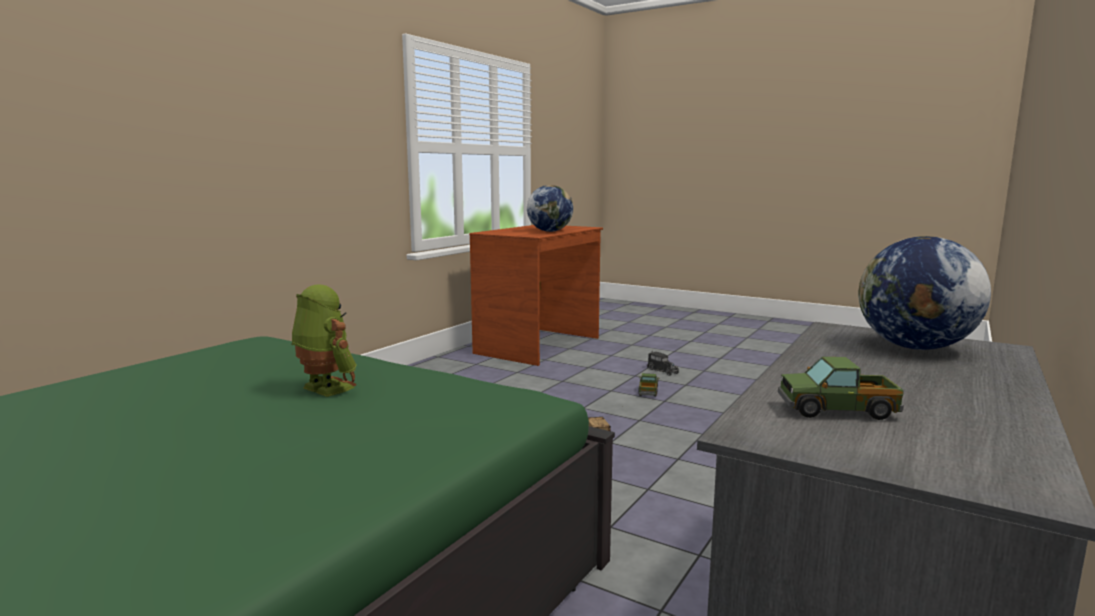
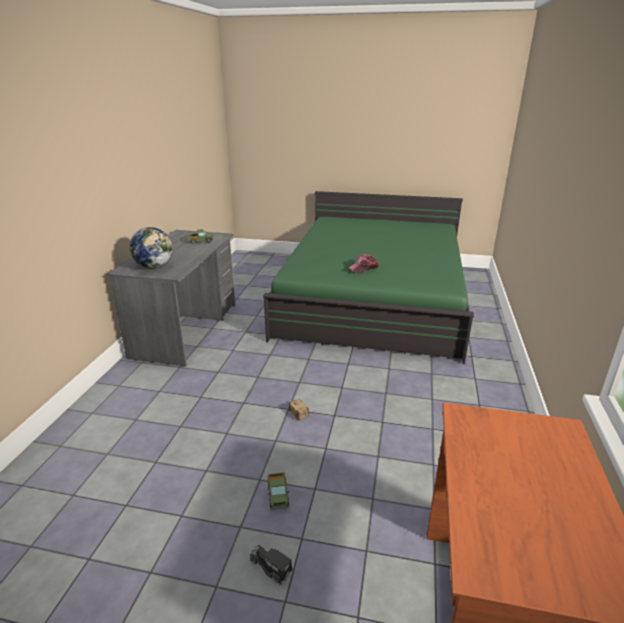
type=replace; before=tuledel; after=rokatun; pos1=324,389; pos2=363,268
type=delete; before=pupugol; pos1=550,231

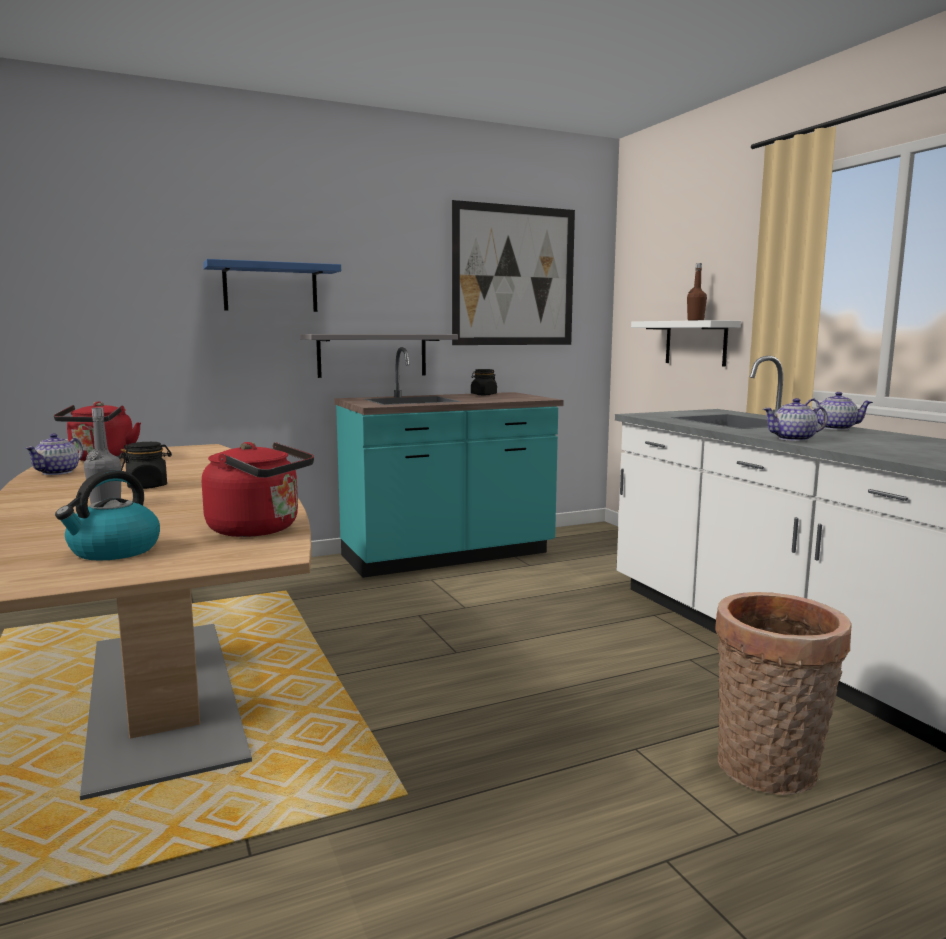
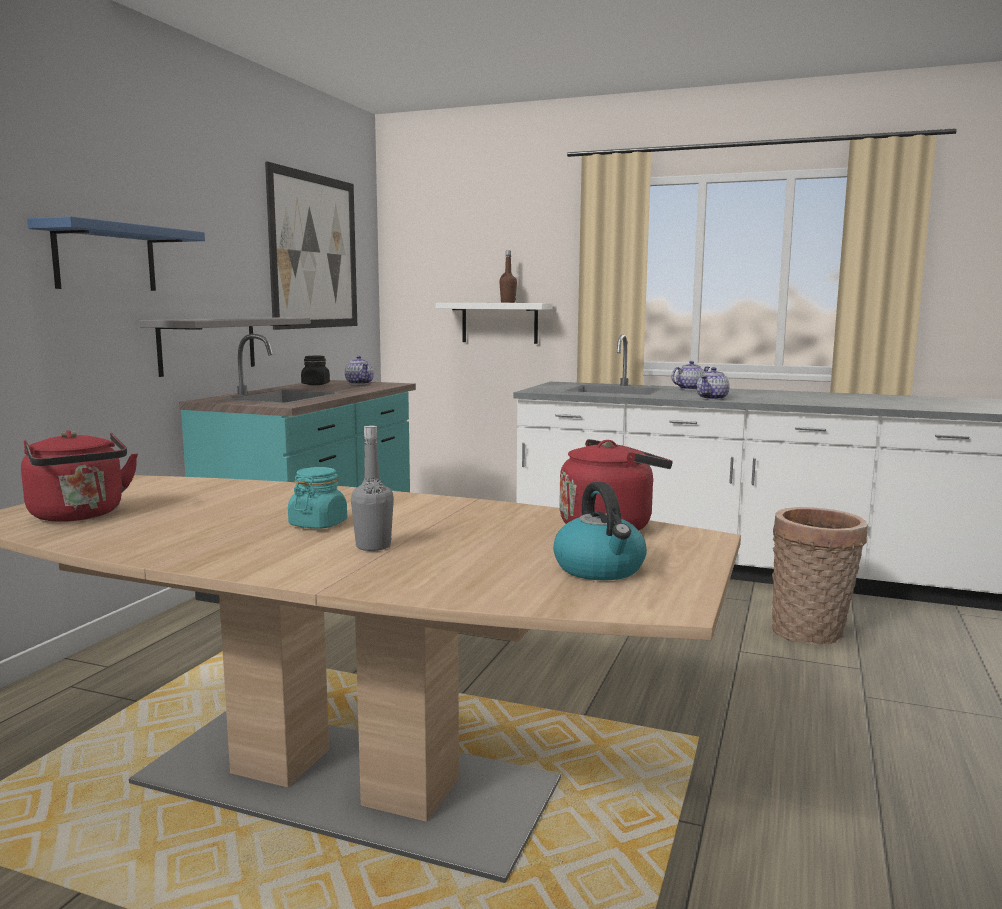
type=recolor; before=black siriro; after=turquoise siriro; pos1=148,486; pos2=318,524
type=move; before=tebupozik; pos1=58,472; pos2=359,383

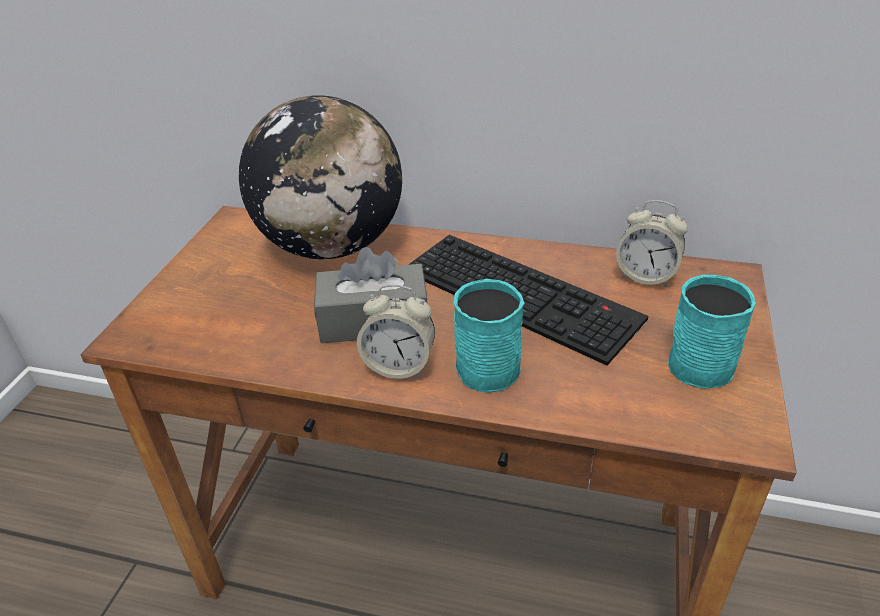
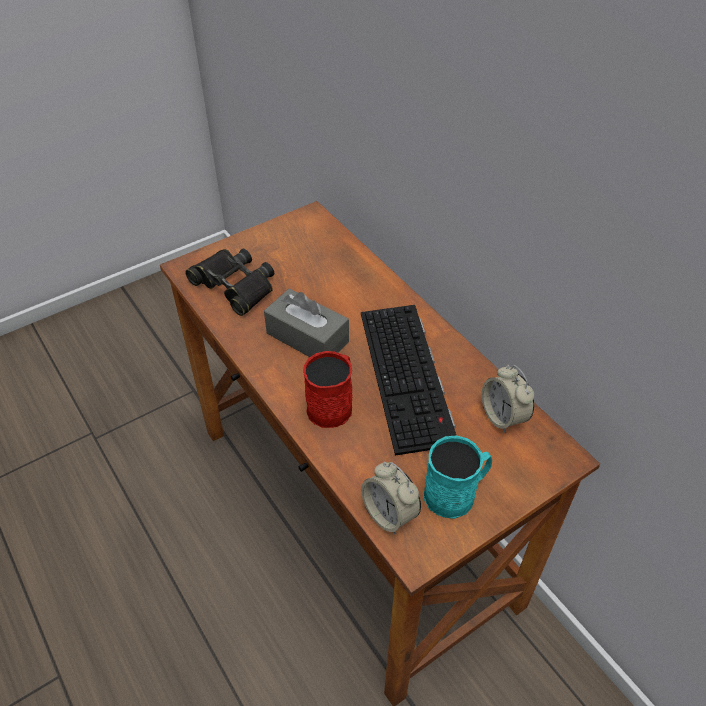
type=insert; after=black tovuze; pos2=234,286
type=recolor; before=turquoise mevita; after=red mevita; pos1=484,362; pos2=333,404
type=move; before=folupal; pos1=399,366; pos2=389,514
type=delete; before=pupugol; pos1=331,246

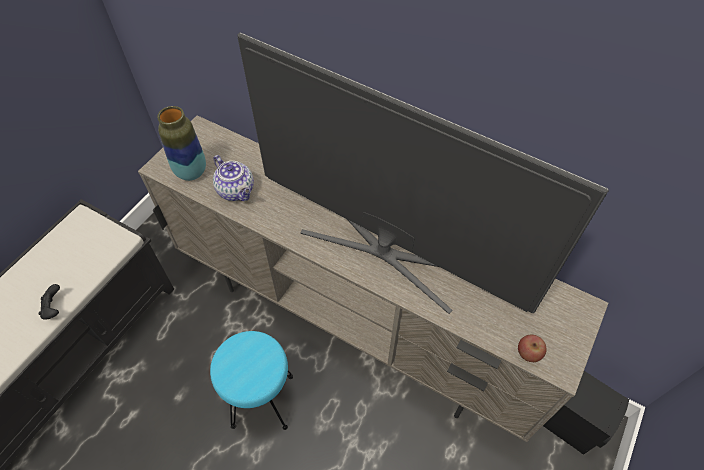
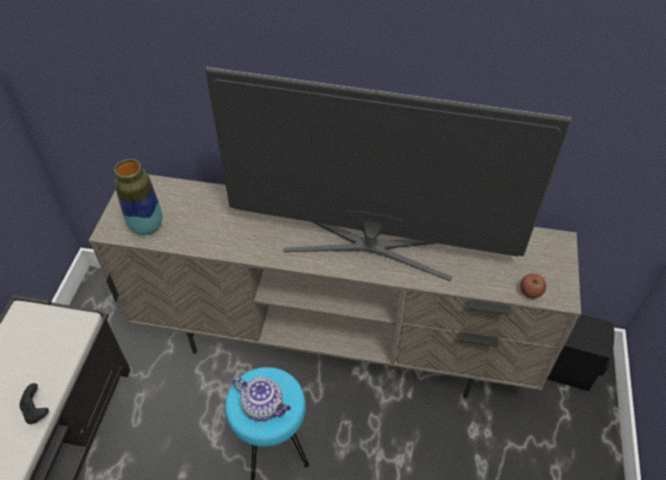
type=move; before=tebupozik; pos1=237,191; pos2=264,406

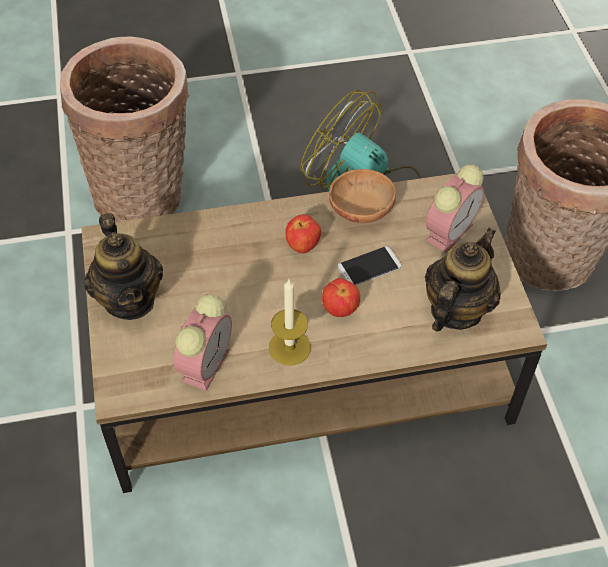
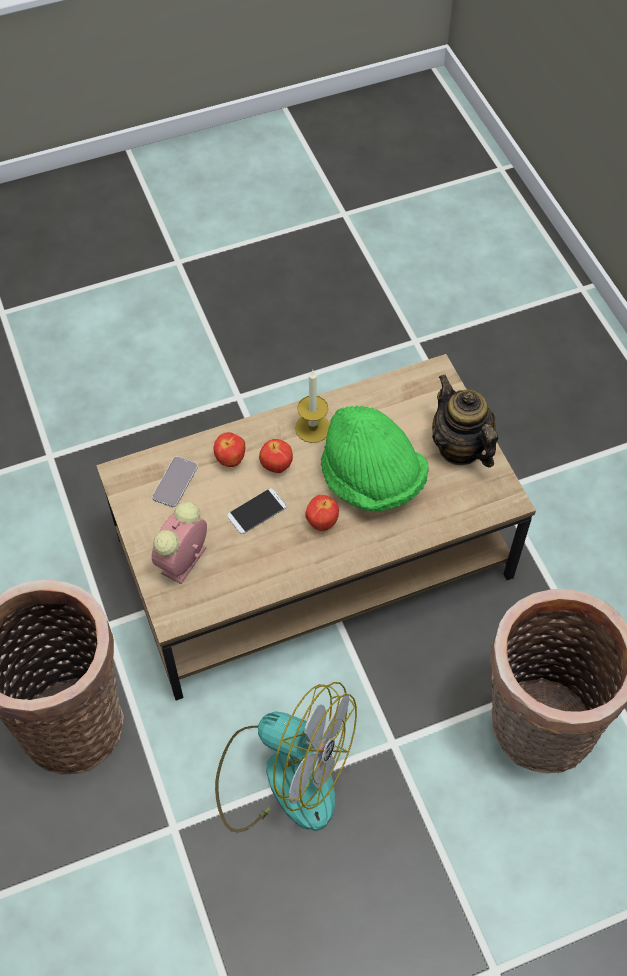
type=replace; before=tebupozik; after=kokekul; pos1=455,310; pos2=175,482
type=insert; after=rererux; pos2=231,460
type=insert; after=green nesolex; pos2=371,479
type=delete; before=folupal; pos1=206,363
type=delete; before=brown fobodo; pos1=360,210

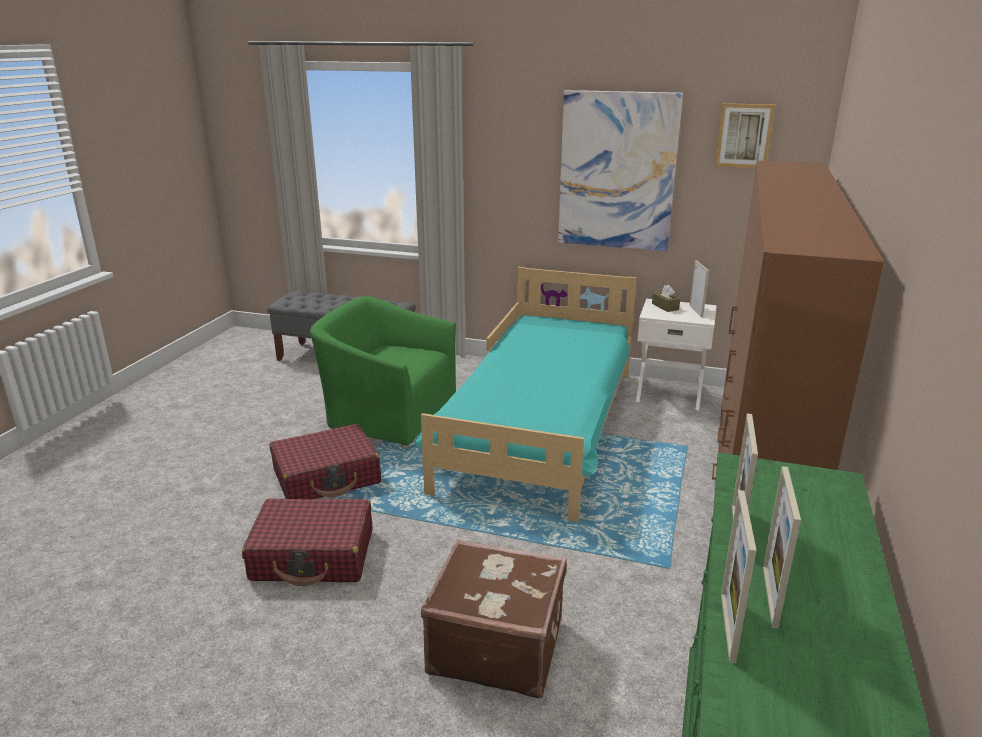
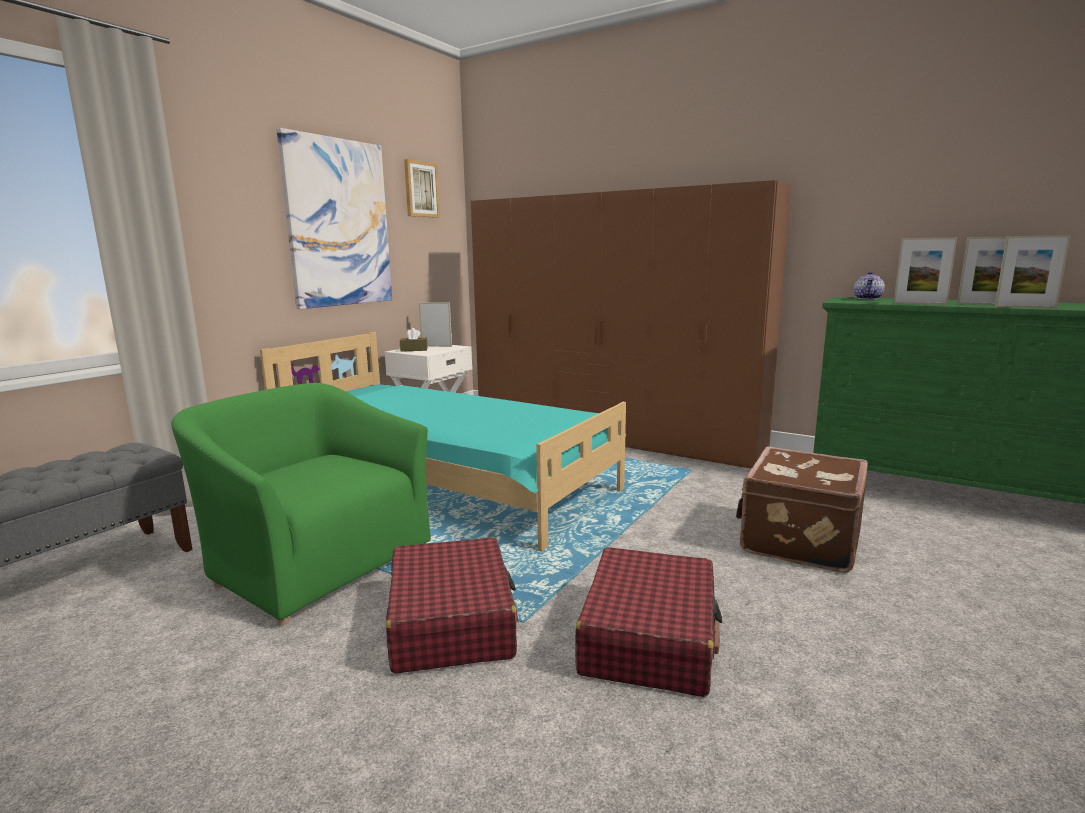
type=rotate; before=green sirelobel; pos1=389,416; pos2=315,563; turn=90
type=insert; after=tebupozik; pos2=868,299

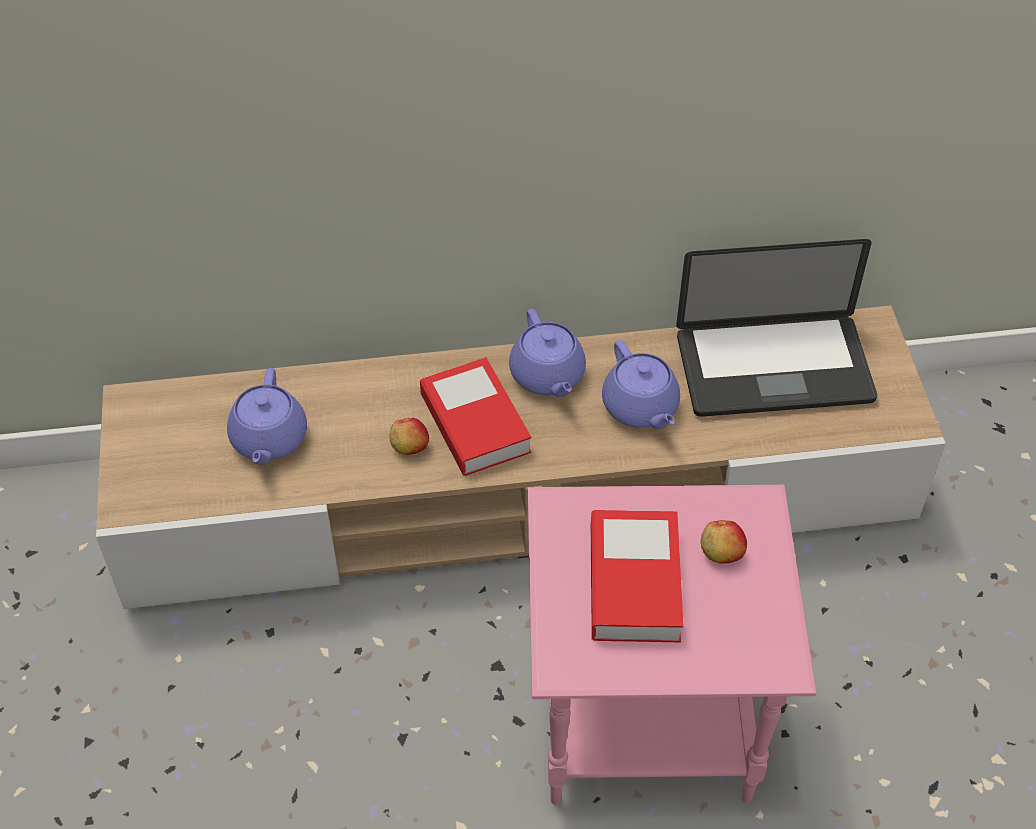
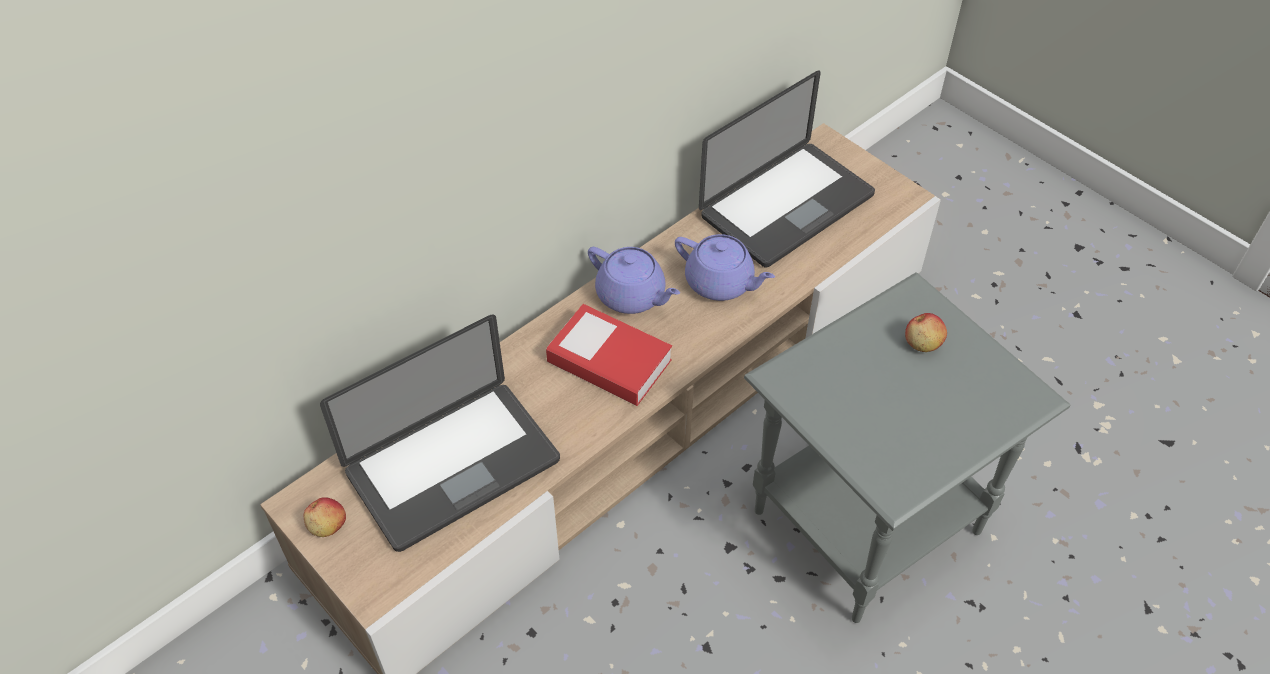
type=move; before=rererux; pos1=409,446; pos2=327,525
type=replace; before=purple tebupozik; after=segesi; pos1=269,439; pos2=453,466
type=recolor; before=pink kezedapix; after=grey kezedapix; pos1=648,722; pos2=869,520
type=delete; before=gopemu; pos1=634,583

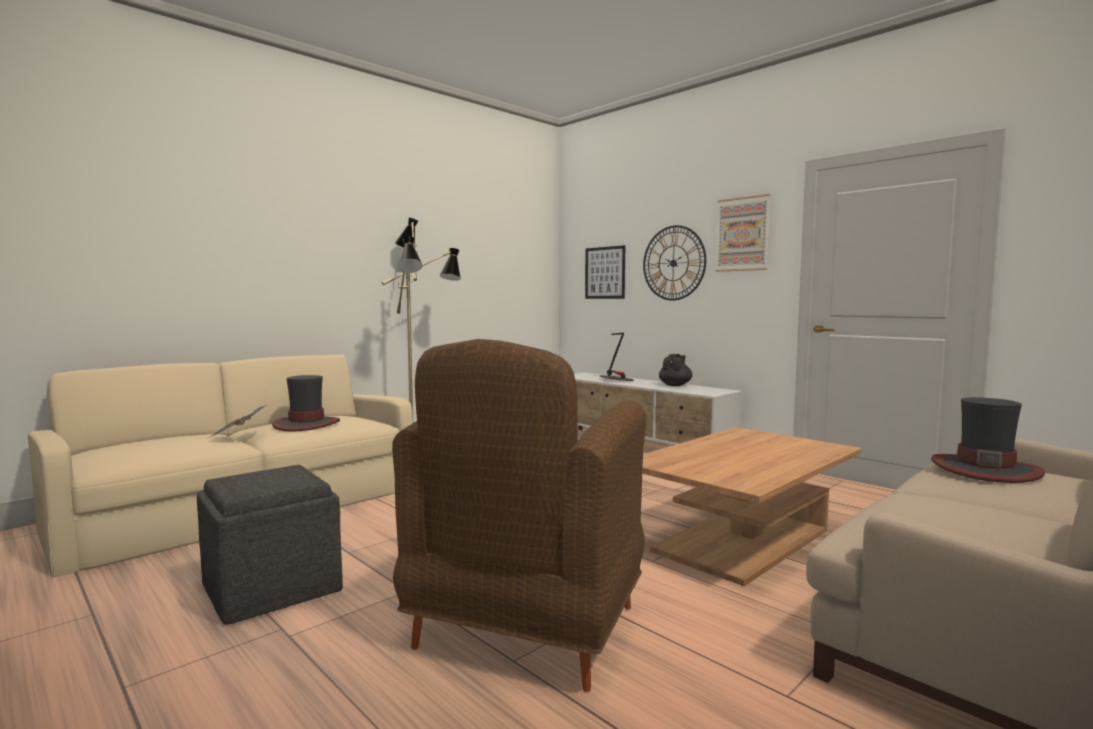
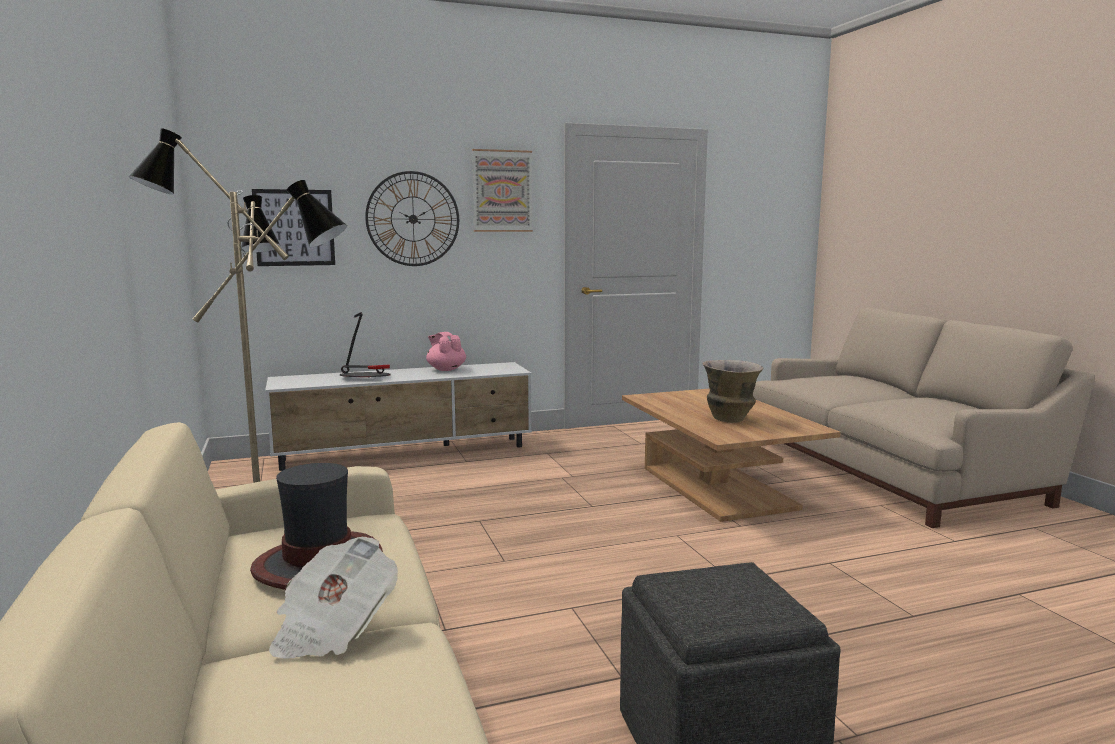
type=recolor; before=black tebupozik; after=pink tebupozik; pos1=675,385; pos2=446,369
type=insert; after=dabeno; pos2=730,419
type=delete; before=brown sirelobel; pos1=525,629
type=delete; before=nesolex; pos1=985,469

